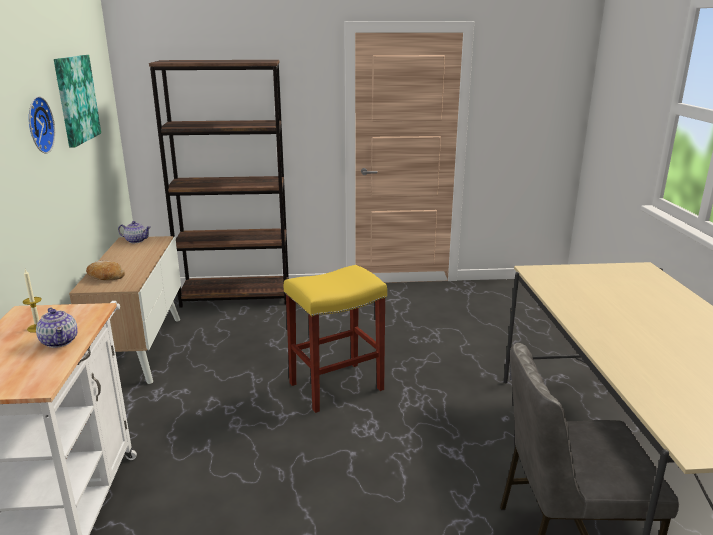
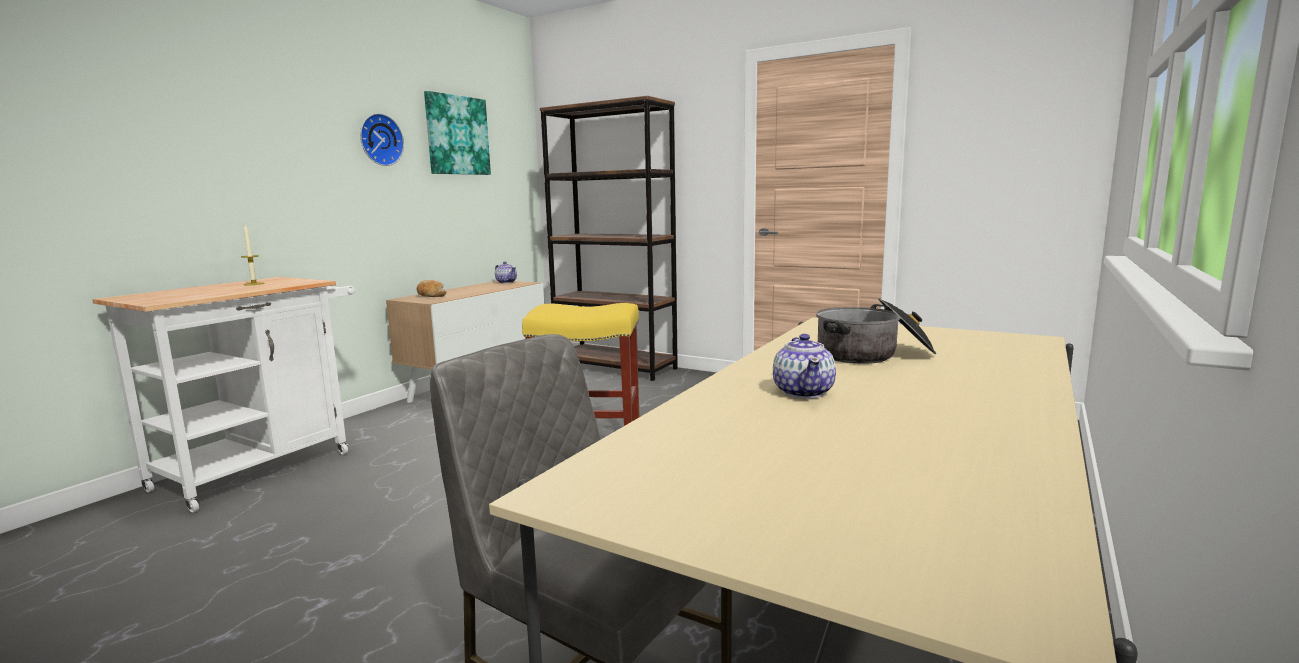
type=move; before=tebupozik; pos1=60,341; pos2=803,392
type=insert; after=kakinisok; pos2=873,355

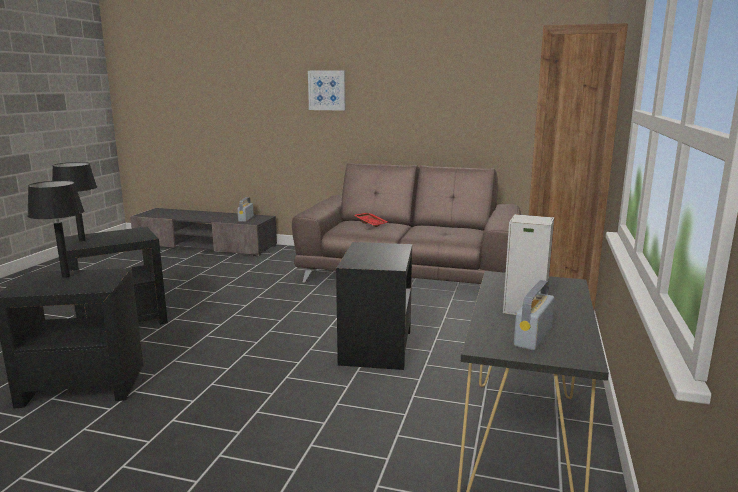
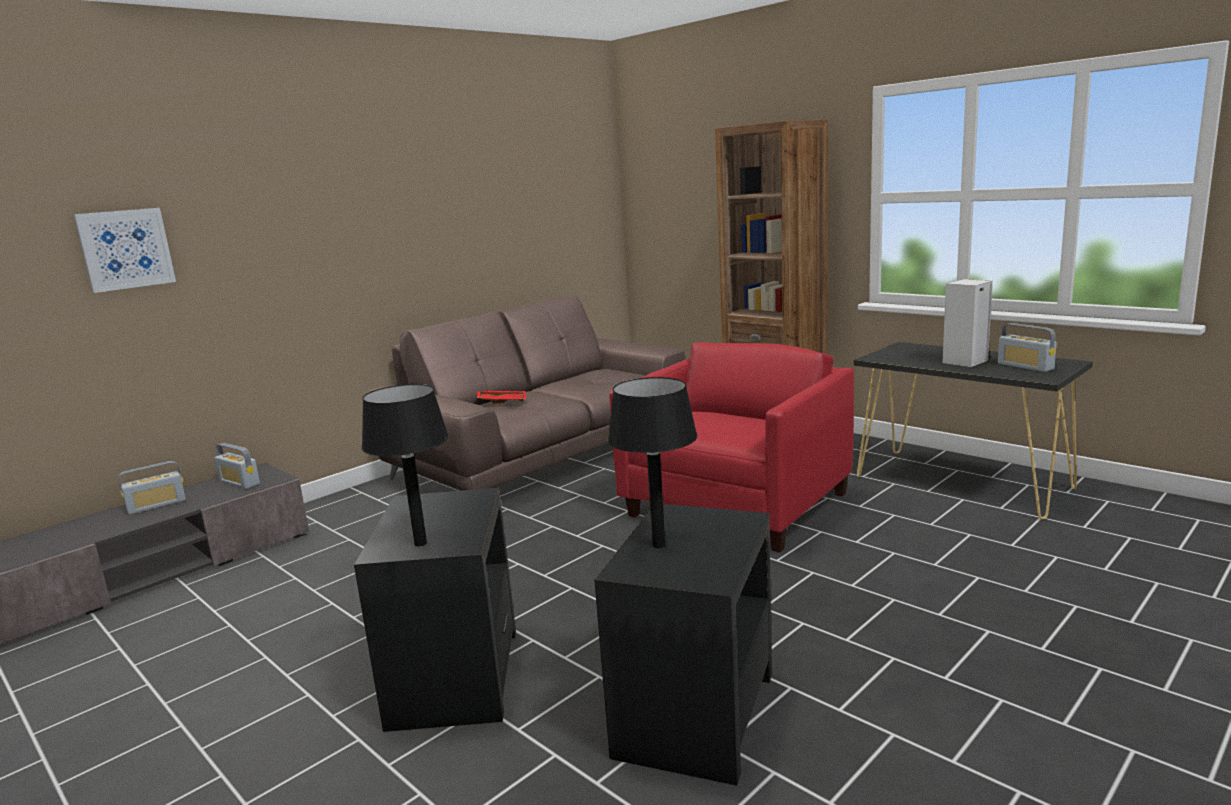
type=move; before=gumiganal; pos1=327,90; pos2=125,249
type=insert; after=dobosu; pos2=157,505
type=replace; before=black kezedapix; after=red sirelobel; pos1=375,347; pos2=737,504

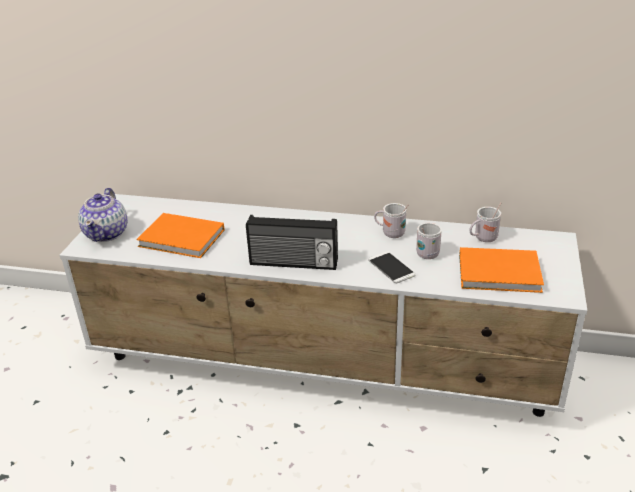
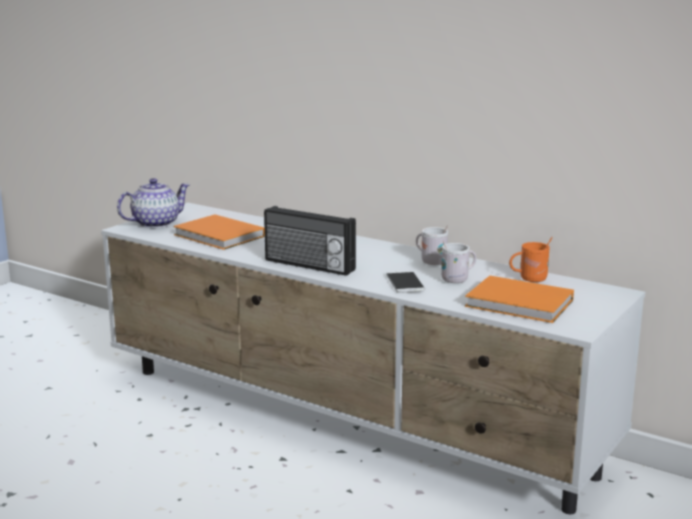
type=rotate; before=tebupozik; pos1=107,233; pos2=155,223; turn=-150
type=recolor; before=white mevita; after=orange mevita; pos1=483,239; pos2=529,279

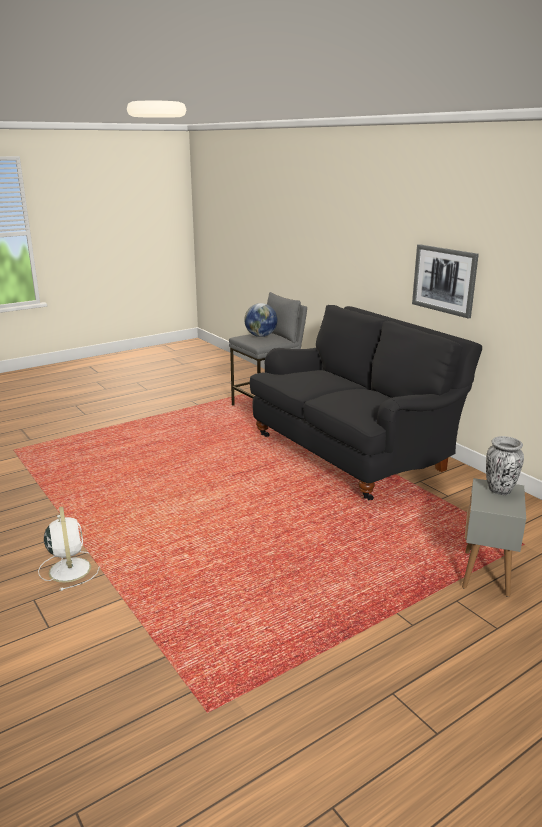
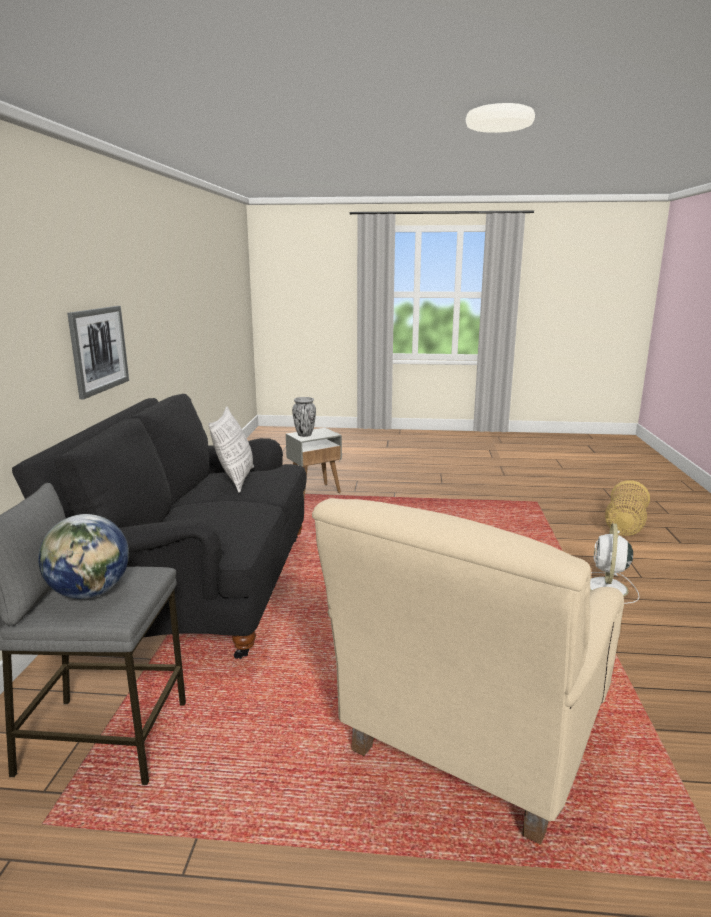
type=insert; after=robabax; pos2=236,480
type=insert; after=beige sirelobel; pos2=471,744
type=insert; after=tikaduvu; pos2=624,526

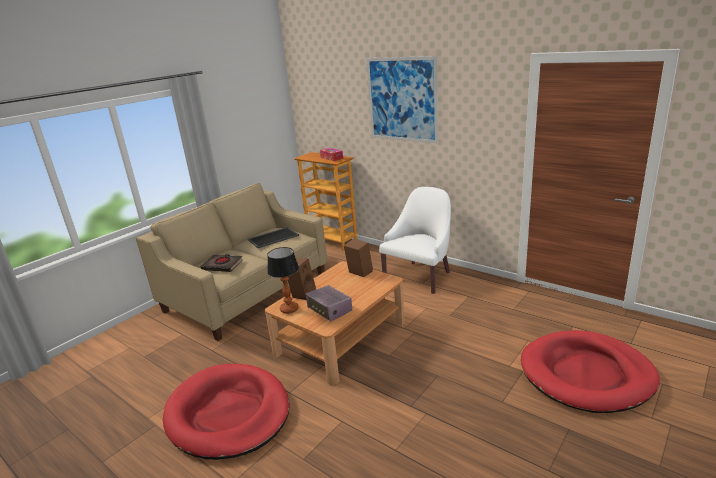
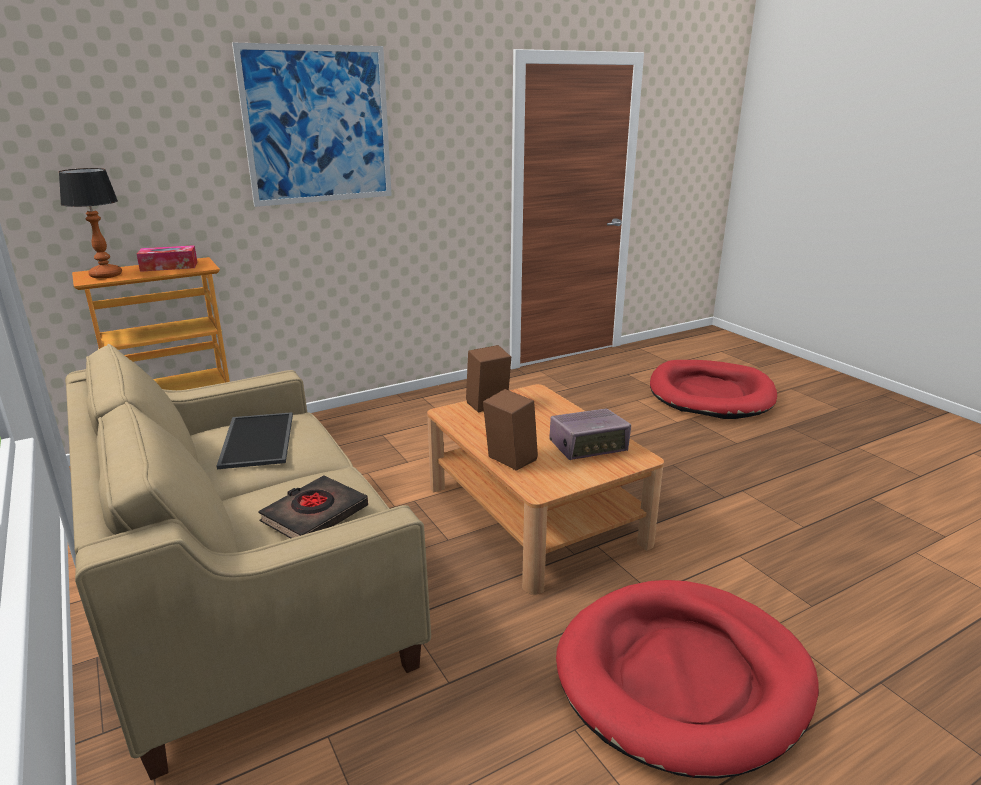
type=move; before=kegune; pos1=289,309; pos2=106,275
type=delete; before=white sirelobel; pos1=420,276

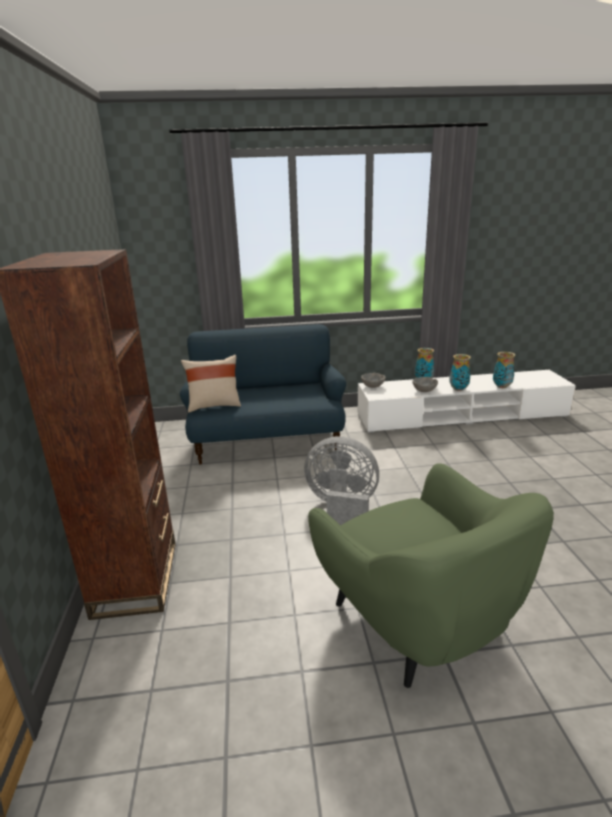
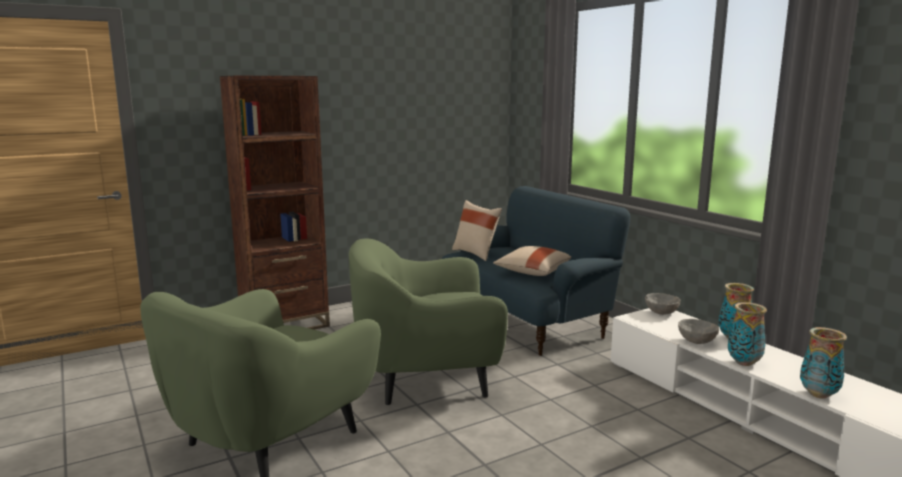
type=replace; before=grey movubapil; after=green sirelobel; pos1=342,510; pos2=425,378
type=insert; after=beige robabax; pos2=532,272

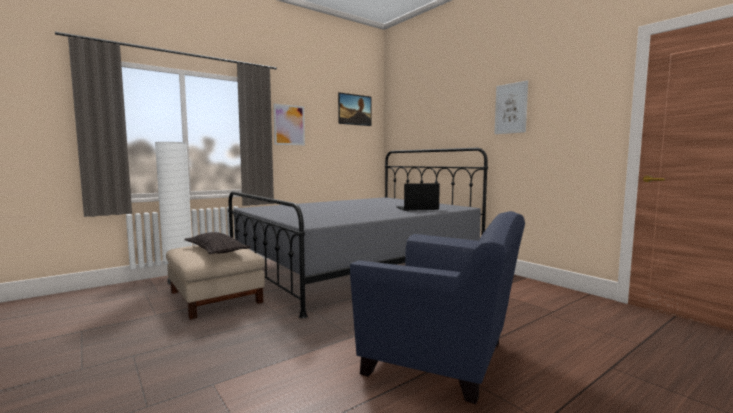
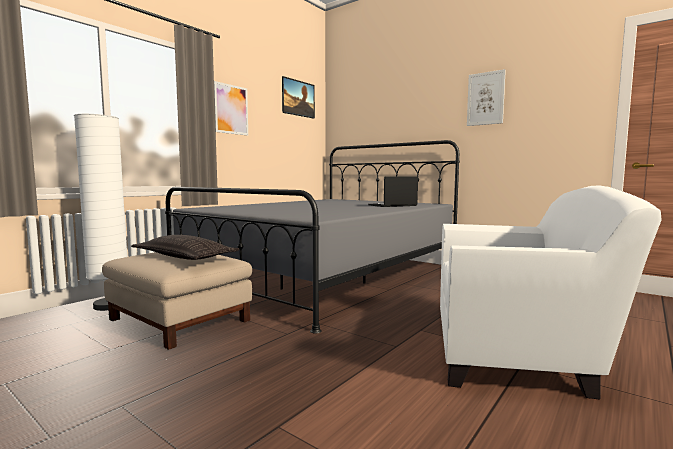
type=recolor; before=blue sirelobel; after=white sirelobel; pos1=444,358; pos2=516,357

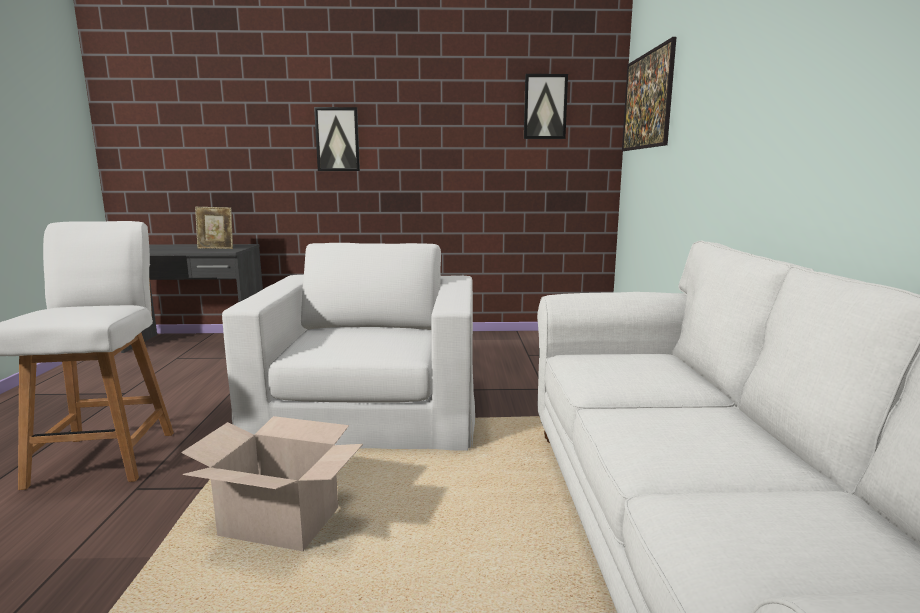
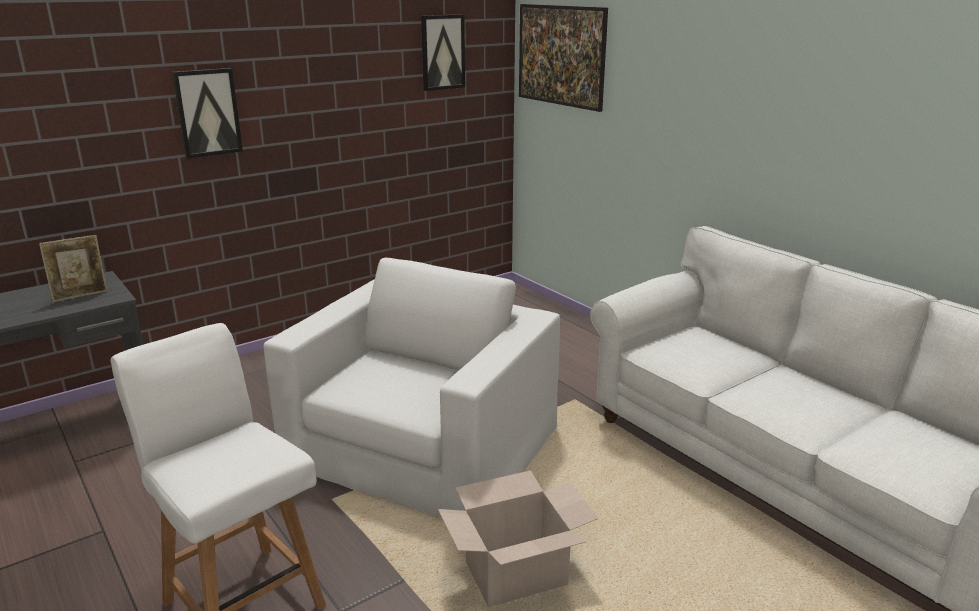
type=rotate; before=white sirelobel; pos1=370,408; pos2=422,443; turn=60

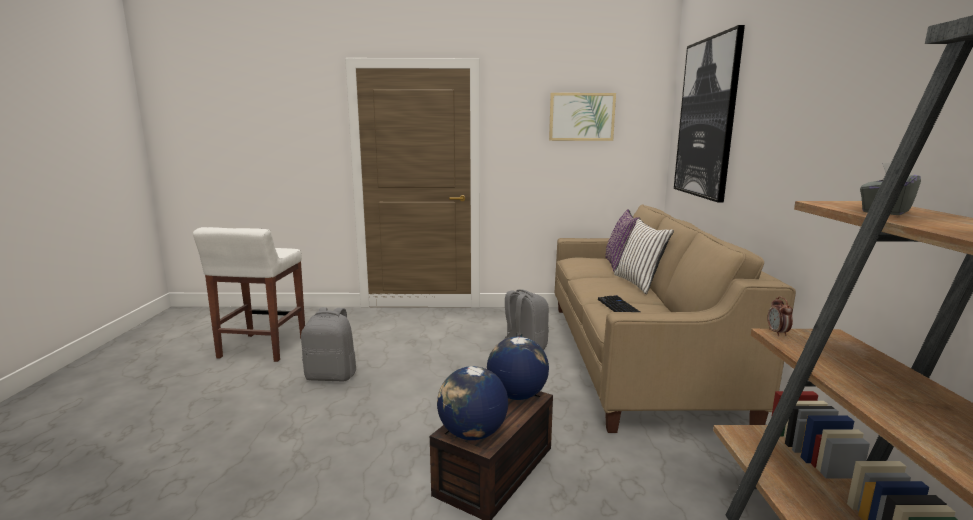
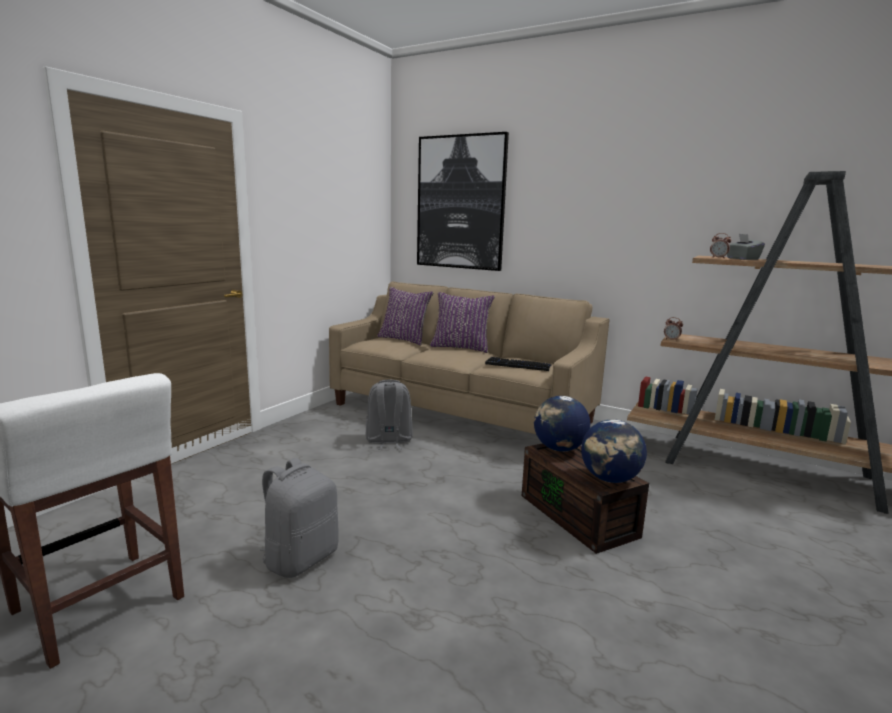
type=recolor; before=white robabax; after=purple robabax; pos1=639,283; pos2=461,347
type=insert; after=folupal; pos2=718,258
type=delete; before=gumiganal; pos1=581,117

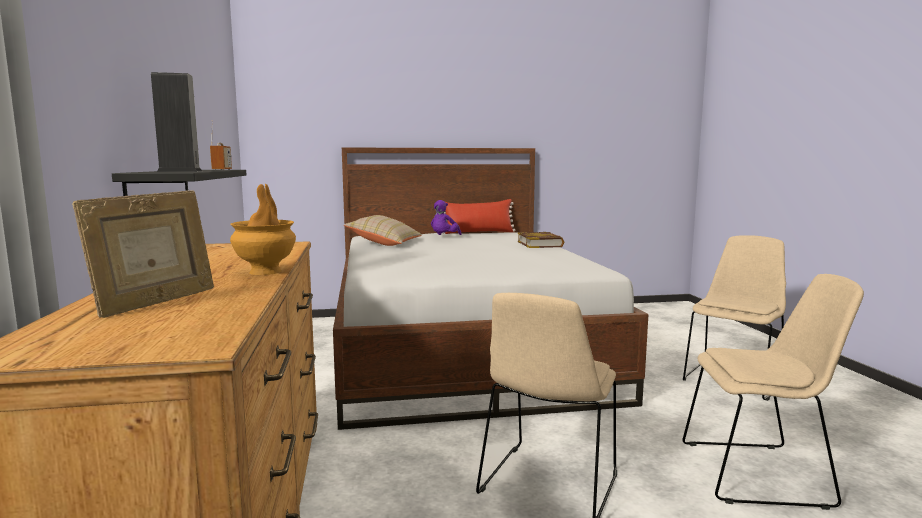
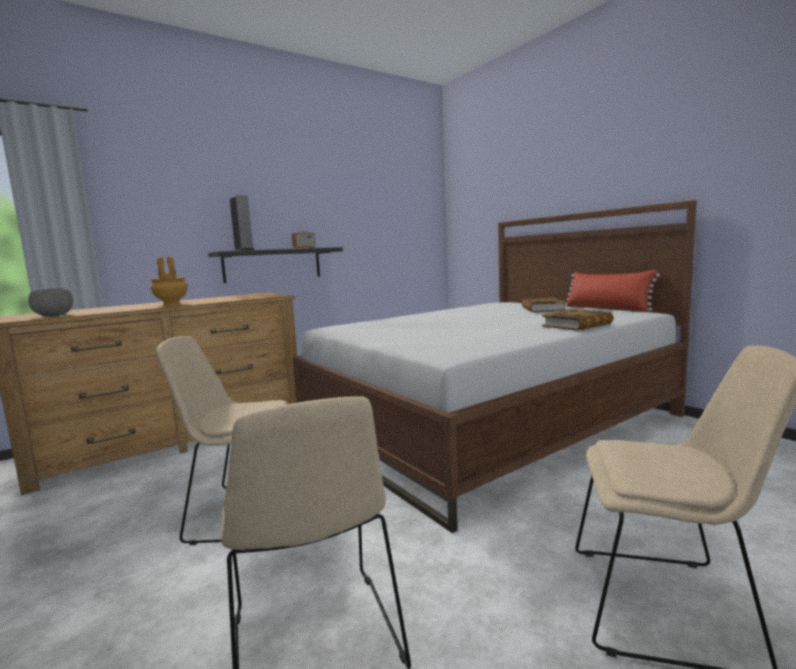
type=insert; after=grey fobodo; pos2=54,316
type=replace; before=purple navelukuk; after=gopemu; pos1=444,237; pos2=542,309
type=delete; before=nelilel; pos1=156,303
type=delete; before=beige robabax; pos1=384,243

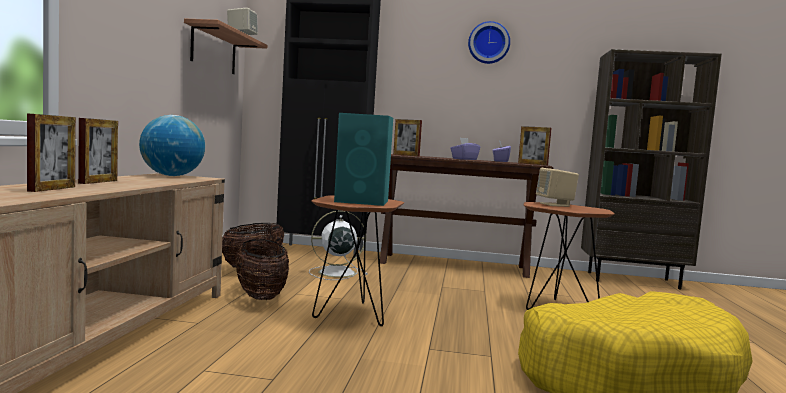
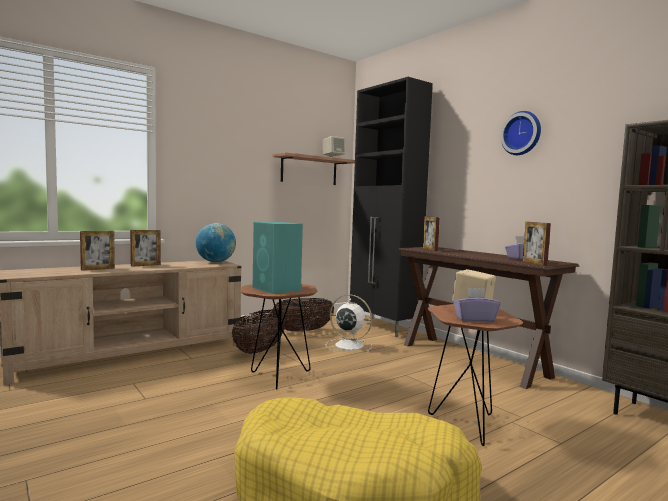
type=move; before=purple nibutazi; pos1=464,159; pos2=475,319

